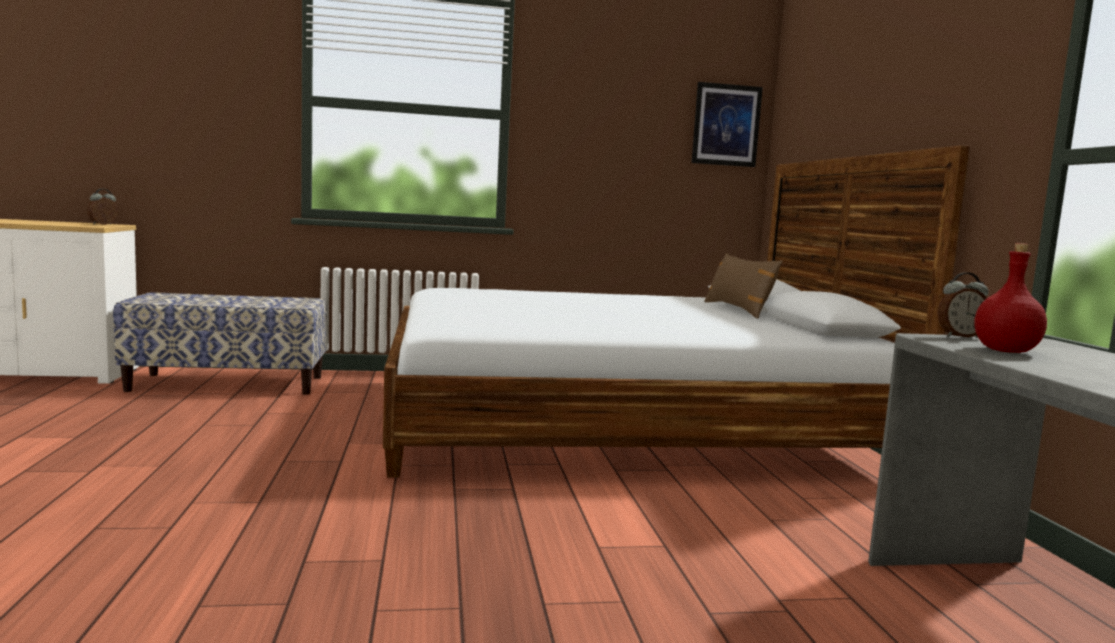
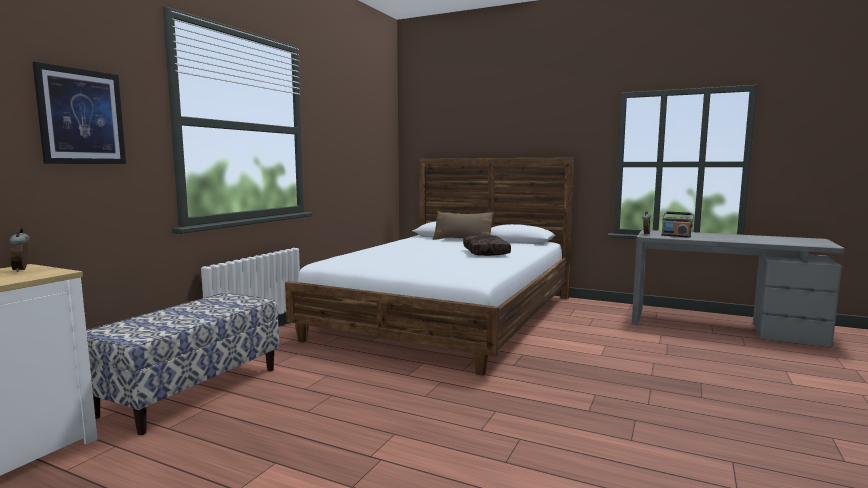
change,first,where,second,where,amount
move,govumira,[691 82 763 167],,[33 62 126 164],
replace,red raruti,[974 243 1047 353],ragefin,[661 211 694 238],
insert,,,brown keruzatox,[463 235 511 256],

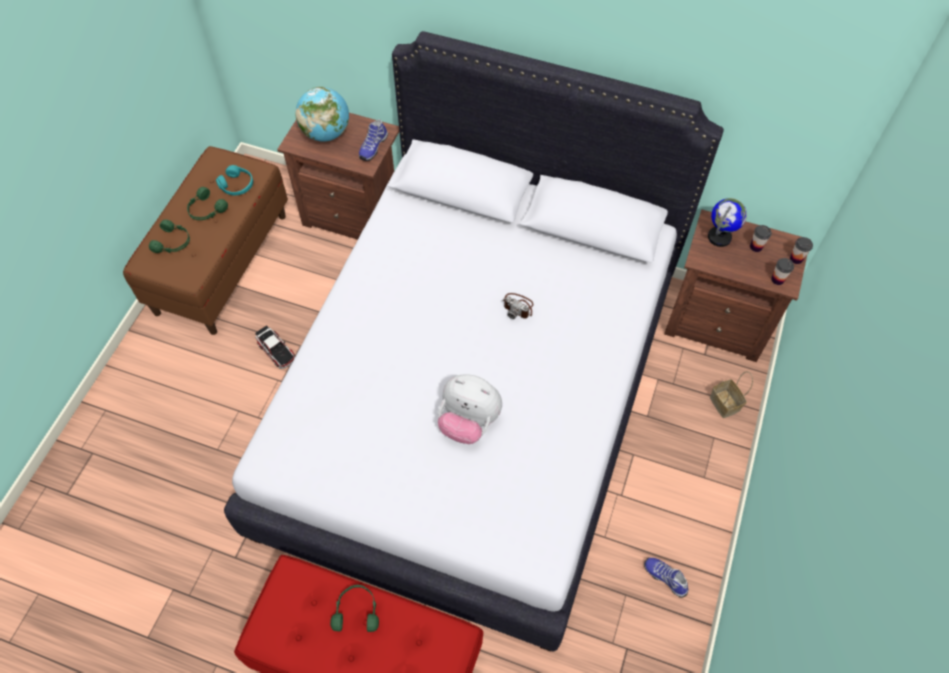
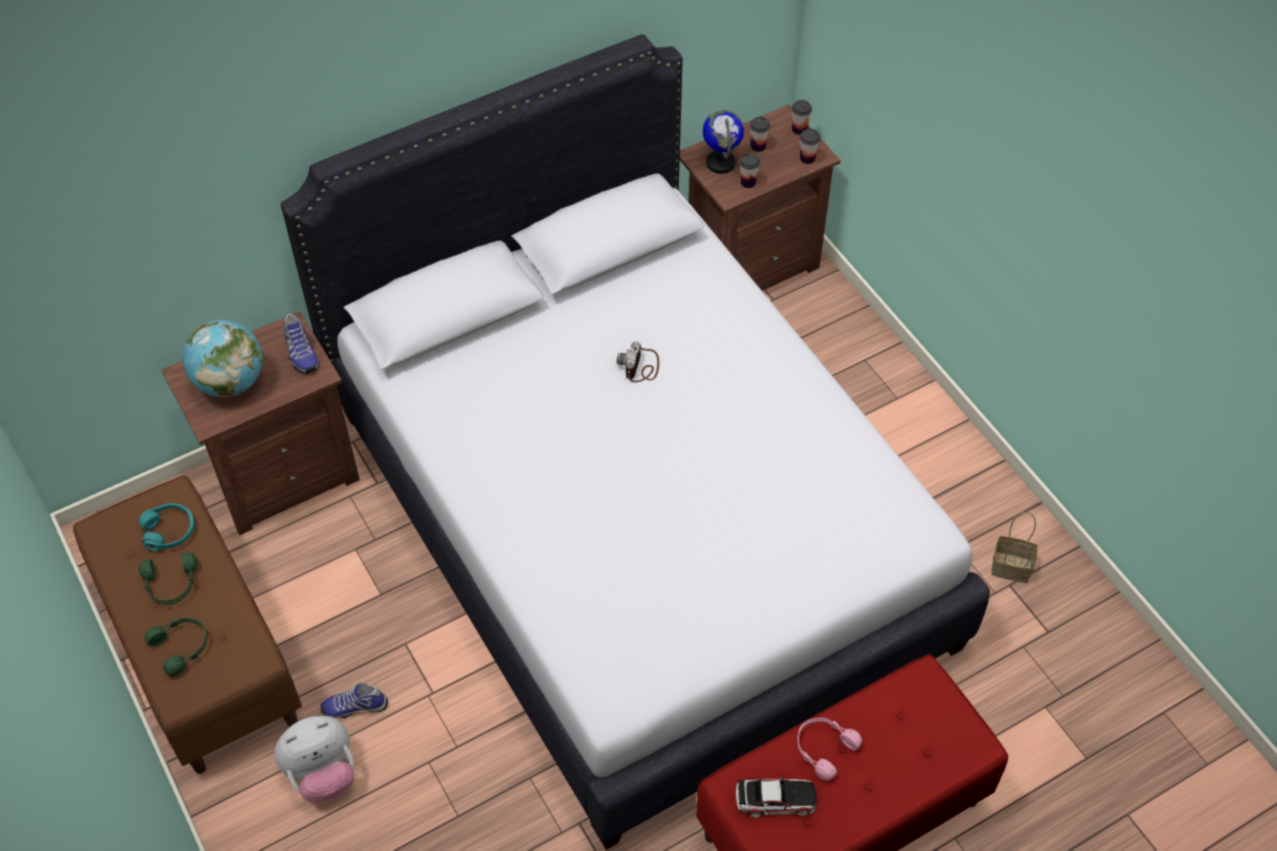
change,first,where,second,where,amount
move,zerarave,[255 325 295 369],,[736 776 818 818],
recolor,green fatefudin,[330 585 379 632],pink fatefudin,[797 718 862 781],
move,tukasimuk,[438 374 502 444],,[274 716 354 803],
rotate,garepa,[502 293 533 319],,[617 342 659 382],120 degrees clockwise
move,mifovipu,[644 558 688 598],,[320 683 388 718],
move,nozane,[710 371 753 418],,[991 512 1038 583],
insert,,,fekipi,[739 153 760 188],

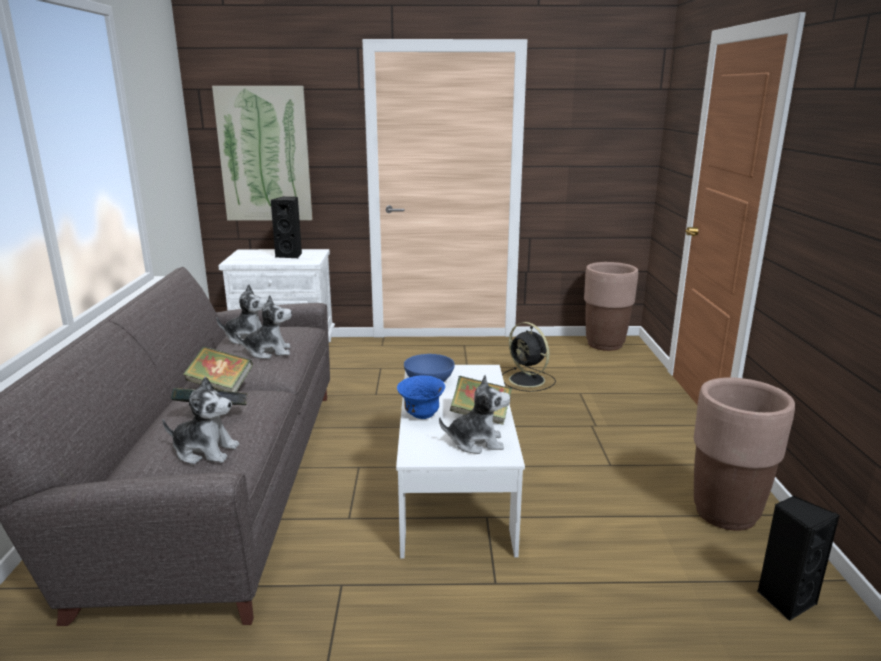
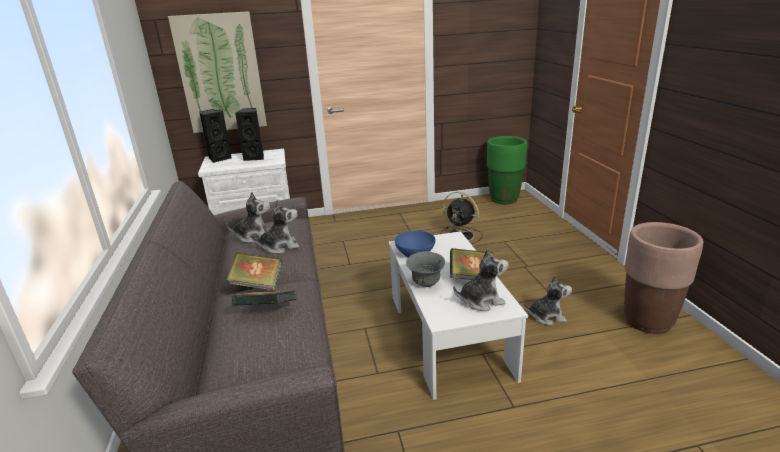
change,first,where,second,where,amount
move,tukasimuk,[162 376 239 464],,[524 275 572 325],
recolor,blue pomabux,[397 375 445 419],grey pomabux,[406 251 445 287],
recolor,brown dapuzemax,[584 262 638 351],green dapuzemax,[487 136 527 204],
move,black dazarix,[757 496 840 621],,[199 109 232 163],

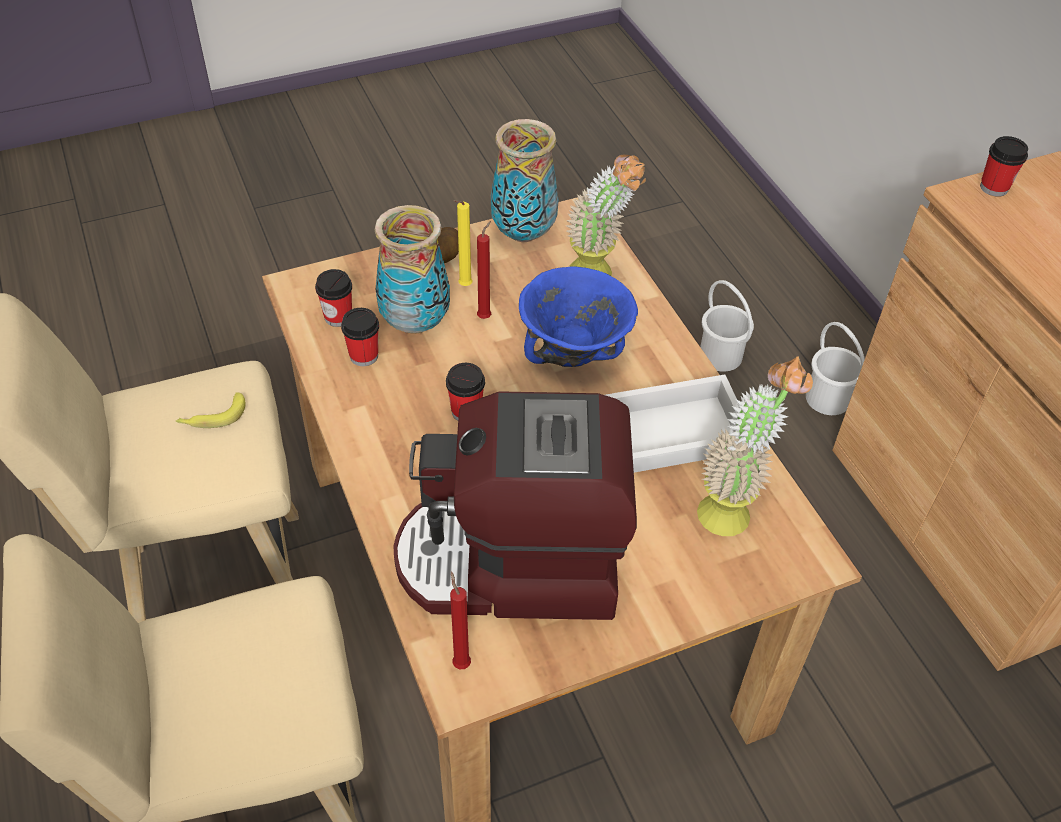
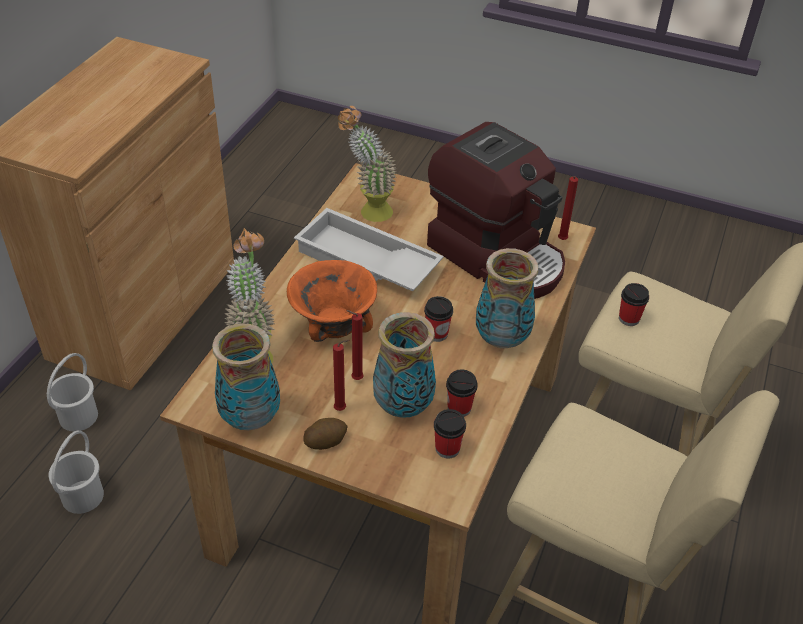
change,first,where,second,where,amount
delete,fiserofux,[175 392 245 428],,,
recolor,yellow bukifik,[453 200 472 286],red bukifik,[333 340 350 411],
recolor,blue pomabux,[519 266 638 367],orange pomabux,[287 260 377 342],
move,fekipi,[980 136 1028 197],,[619 283 649 326],
insert,,,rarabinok,[476 248 539 348],

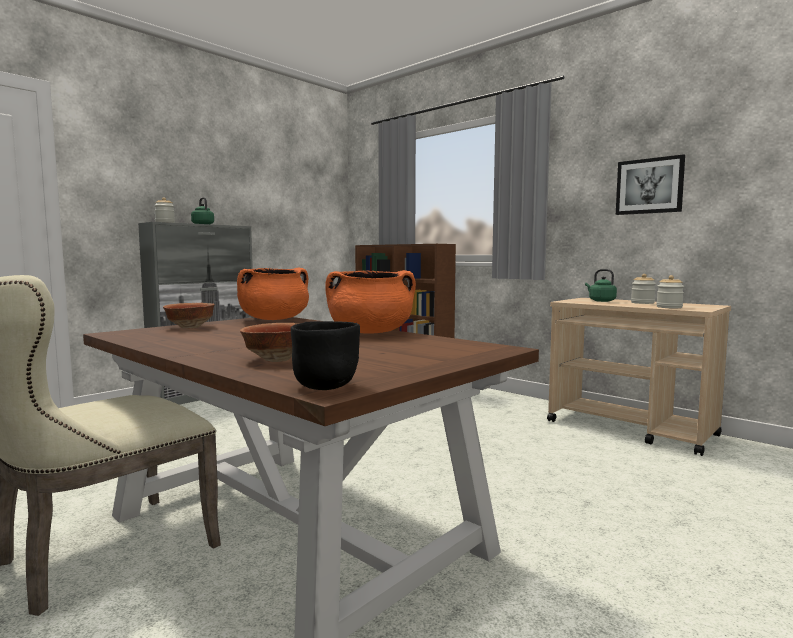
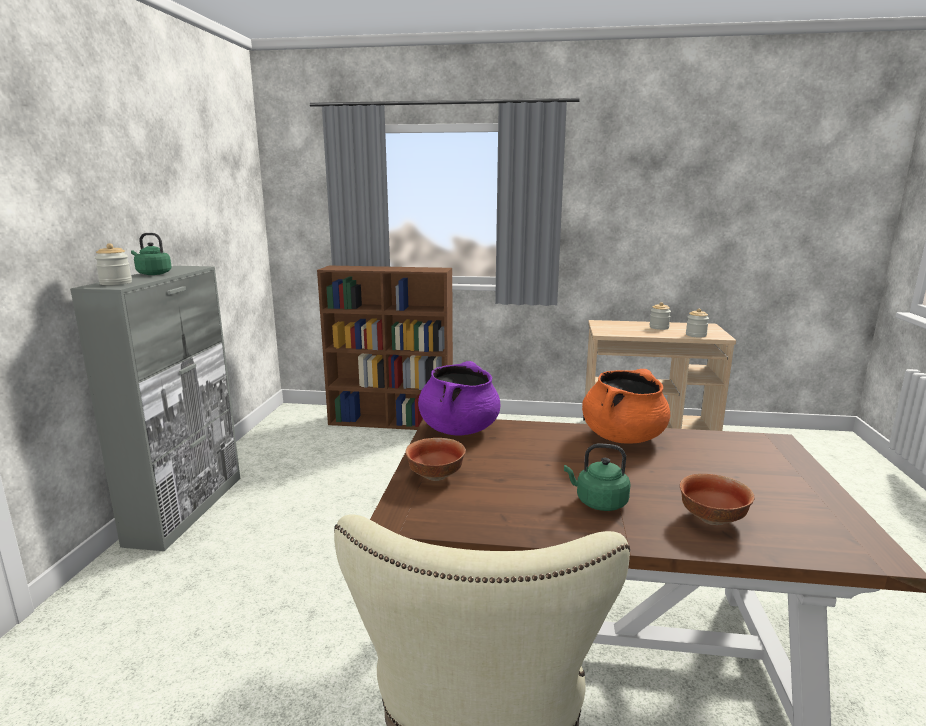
change,first,where,second,where,amount
recolor,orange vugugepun,[237 268 309 320],purple vugugepun,[418 361 500 435],
delete,black pomabux,[291 321 360 390],,,
move,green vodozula,[585 269 617 302],,[564 444 631 511],
delete,govumira,[616 154 685 215],,,

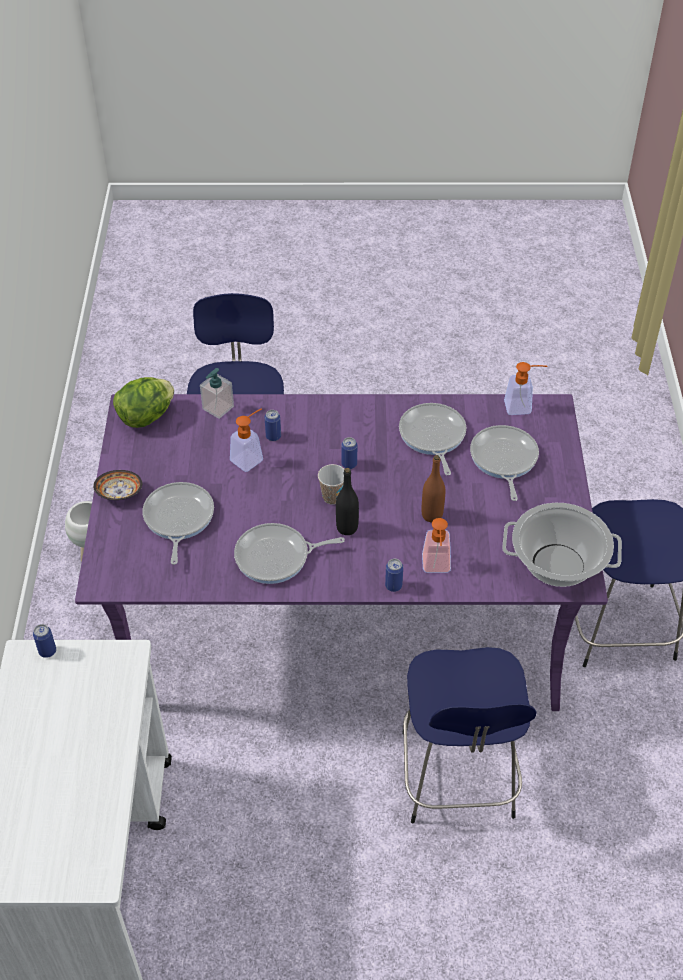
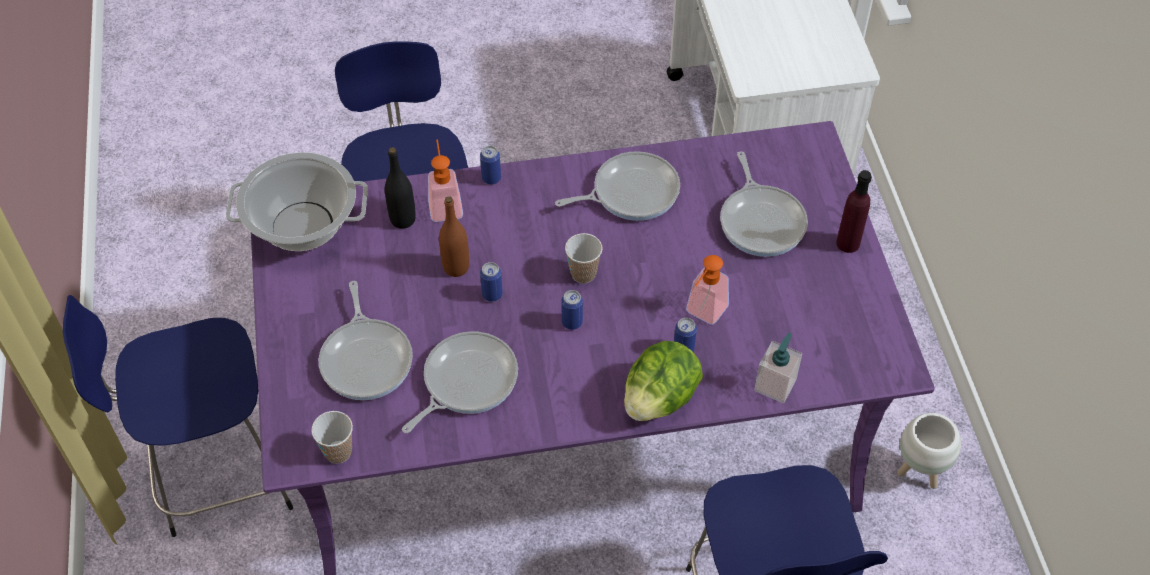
change,first,where,second,where,amount
move,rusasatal,[33 624 56 658],,[480 262 503 302],
replace,pomabux,[93 470 142 500],purple raruti,[836 170 872 253],
move,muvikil,[113 377 174 428],,[624 341 703 421],
move,black raruti,[336 468 359 535],,[385 147 416 229],
rotate,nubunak,[399 403 466 475],,[402 332 518 433],120 degrees counterclockwise
replace,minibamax,[504 362 547 415],fekipi,[311 411 353 464],

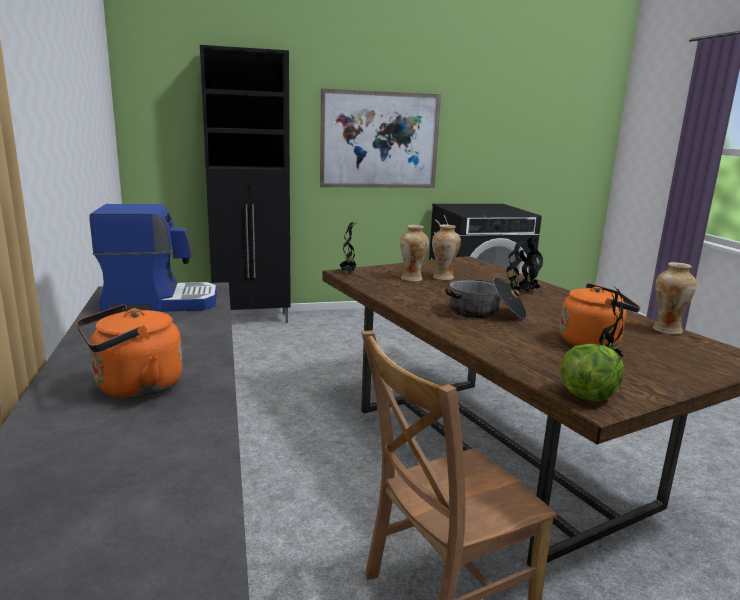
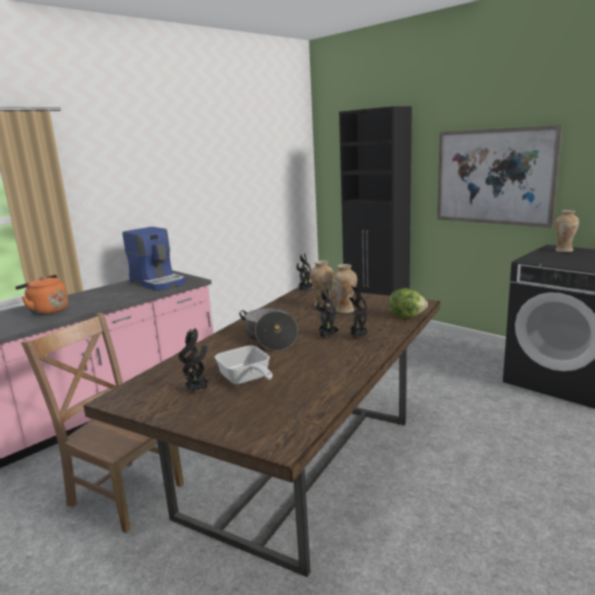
change,first,where,second,where,amount
replace,orange vodozula,[559 283 640 347],nubunak,[215 346 273 385],
move,muvikil,[561 344 624 401],,[389 288 428 319],
move,rarabinok,[653 262 697 334],,[555 210 579 252],

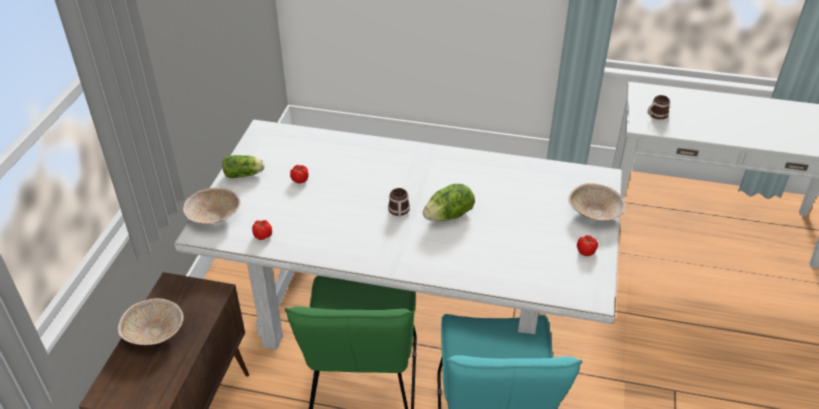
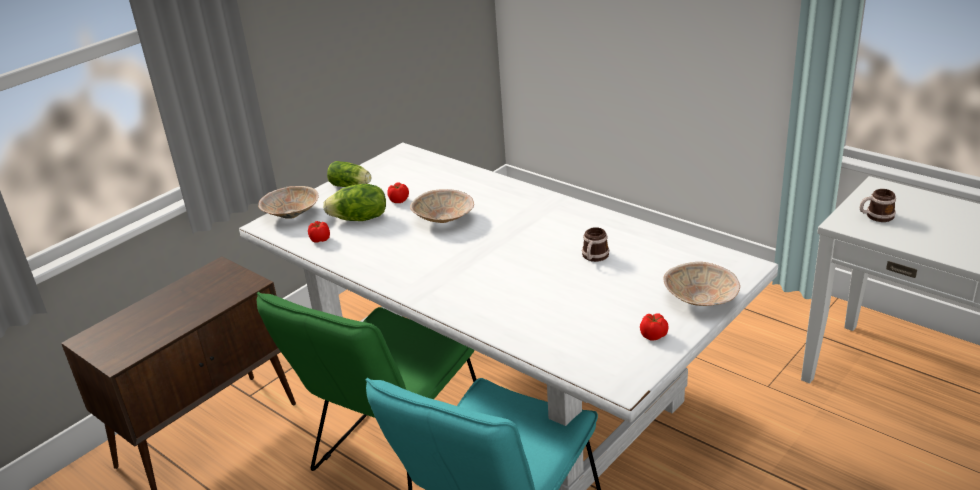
change,first,where,second,where,amount
move,beige pomabux,[118 298 184 345],,[410 189 474 223],
move,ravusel,[388 188 410 216],,[582 227 610 262],
move,muvikil,[423 184 475 221],,[323 184 386 221],

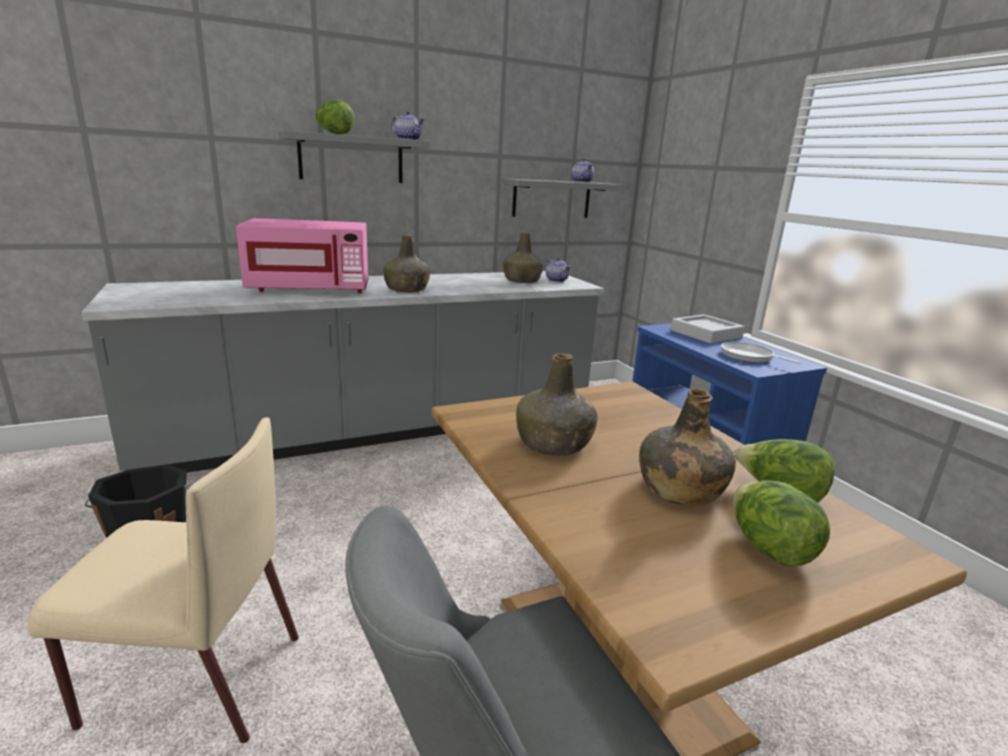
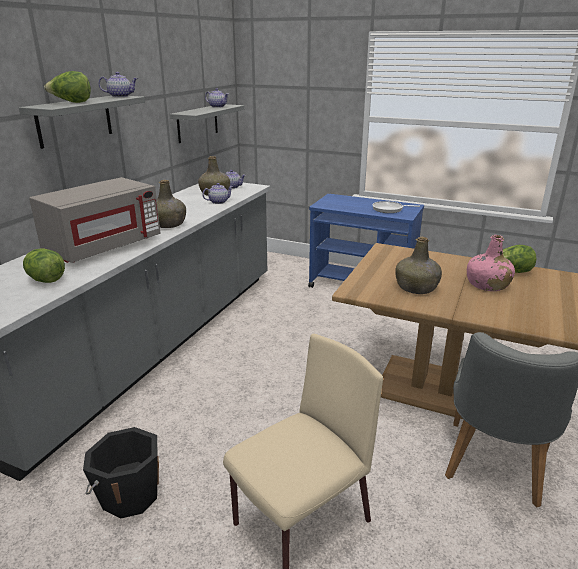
change,first,where,second,where,amount
recolor,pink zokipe,[236 218 368 293],grey zokipe,[29 177 160 263],
recolor,green raruti,[639 388 736 506],pink raruti,[467 235 515 291],
delete,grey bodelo,[671 314 745 343],,,
move,muvikil,[733 480 830 566],,[23 248 65 283],
insert,,,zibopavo,[202 183 234 204],

